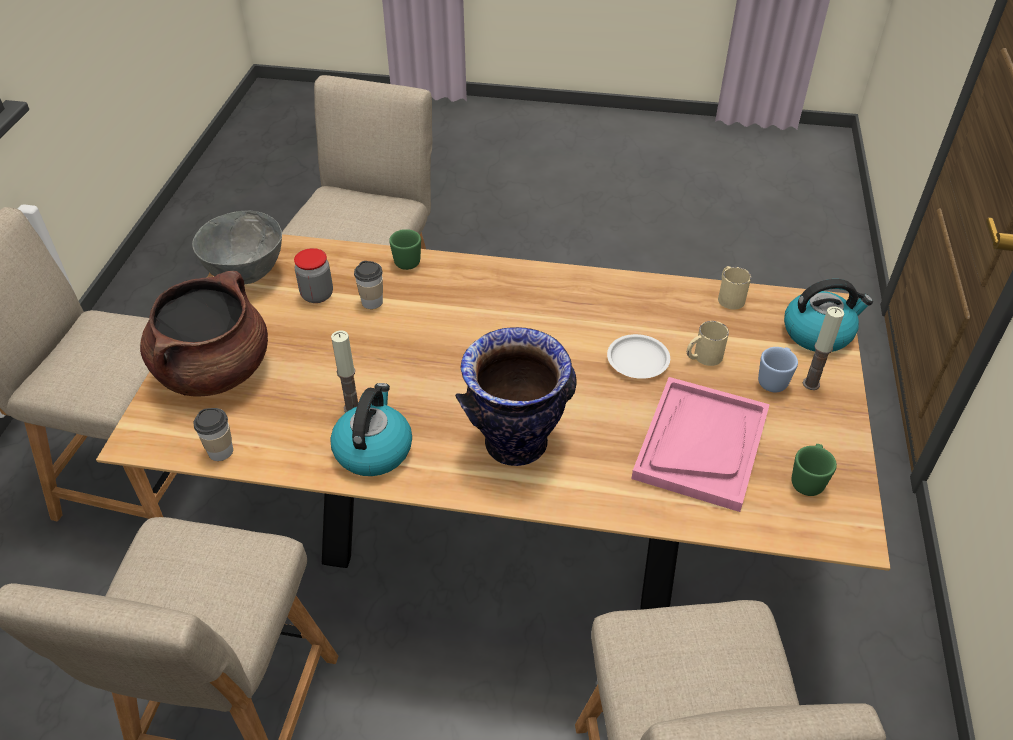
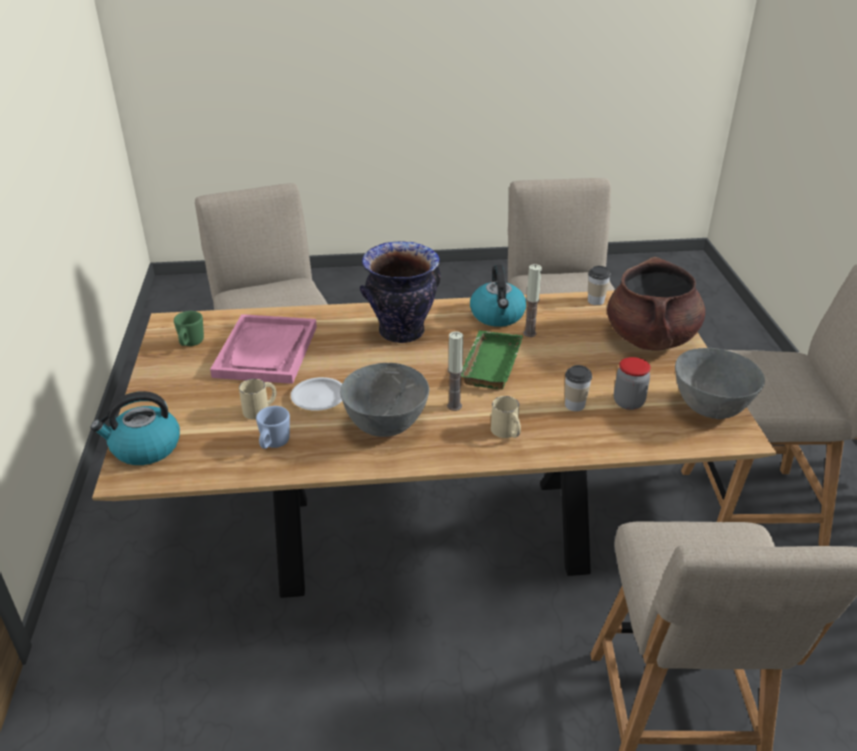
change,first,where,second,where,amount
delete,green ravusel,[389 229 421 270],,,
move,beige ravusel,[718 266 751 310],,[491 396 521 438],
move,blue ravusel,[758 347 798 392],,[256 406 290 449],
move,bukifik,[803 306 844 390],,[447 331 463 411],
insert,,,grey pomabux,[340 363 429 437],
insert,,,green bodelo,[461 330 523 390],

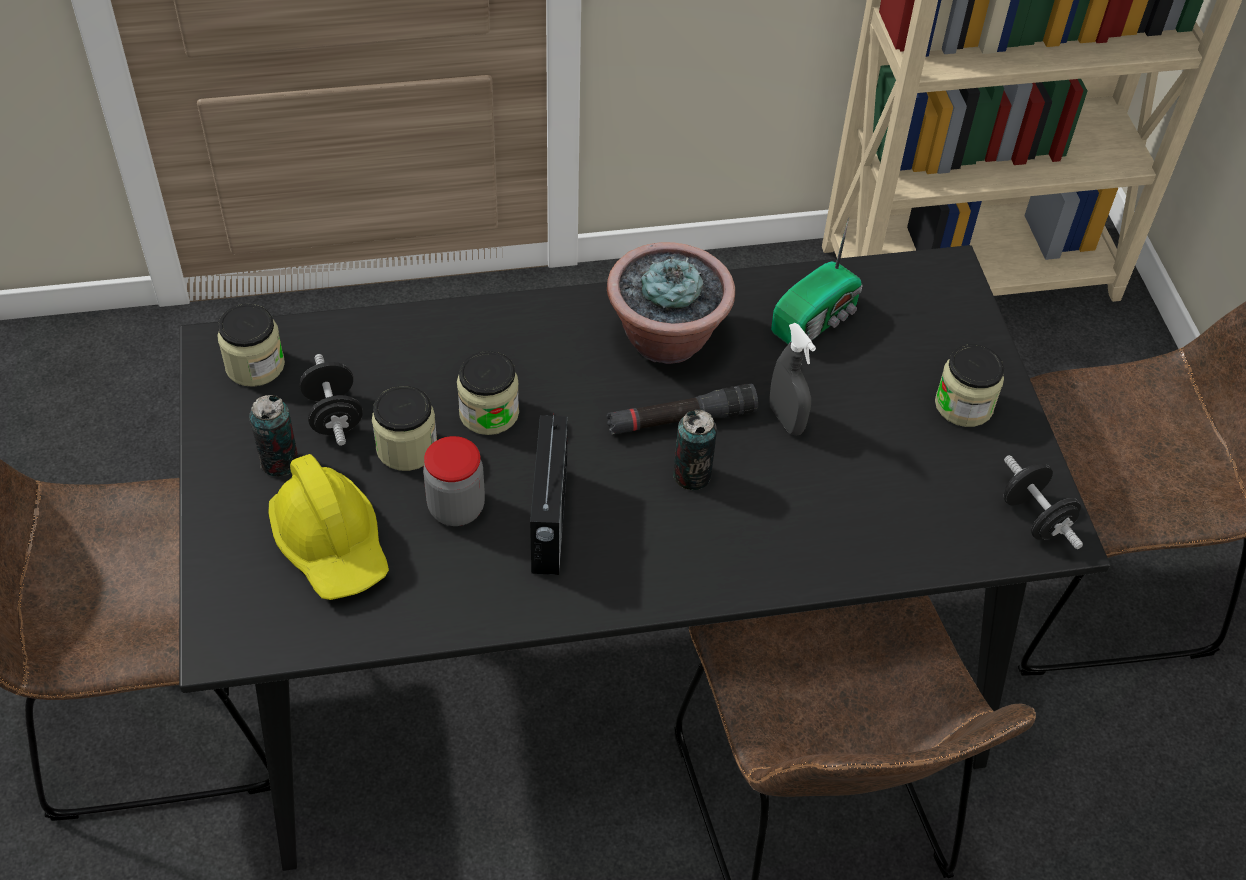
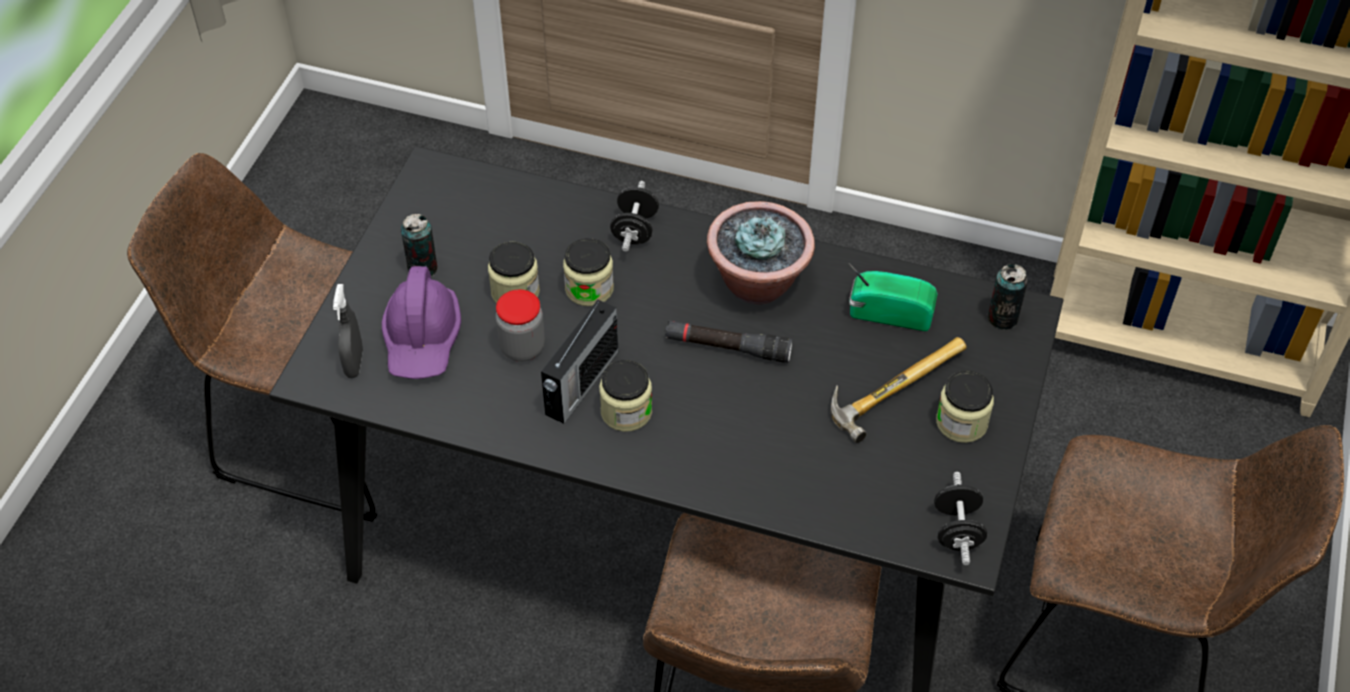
change,first,where,second,where,amount
move,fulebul,[217 304 285 387],,[599 360 652 432],
recolor,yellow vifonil,[268 454 389 600],purple vifonil,[382 266 461 379],
move,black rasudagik,[299 354 363 446],,[610 181 659 252],
move,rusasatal,[673 409 717 490],,[988 264 1028 330],
move,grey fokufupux,[769 323 816 436],,[333 284 363 378],
rotate,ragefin,[771 217 863 344],,[849 263 938 331],150 degrees counterclockwise
insert,,,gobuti,[831 337 967 443],

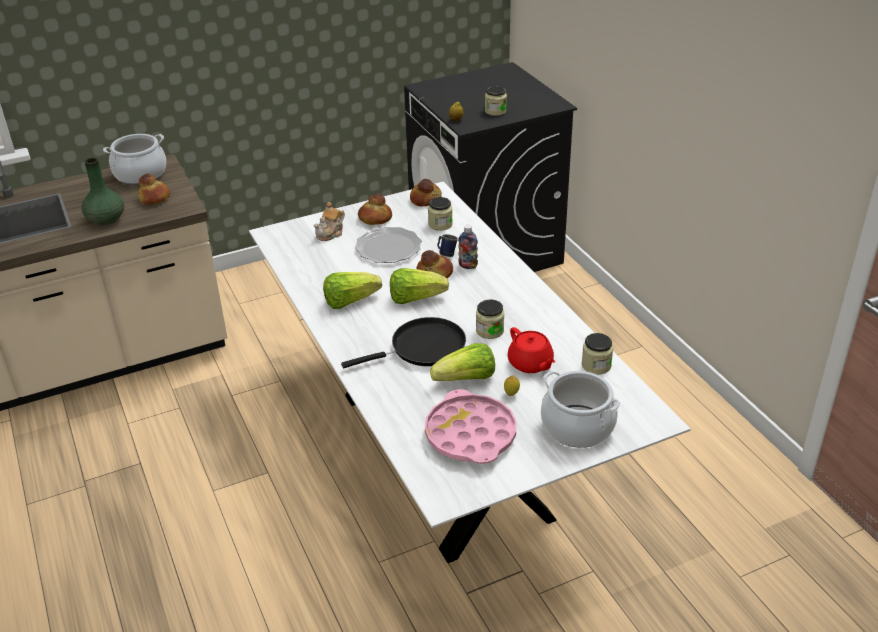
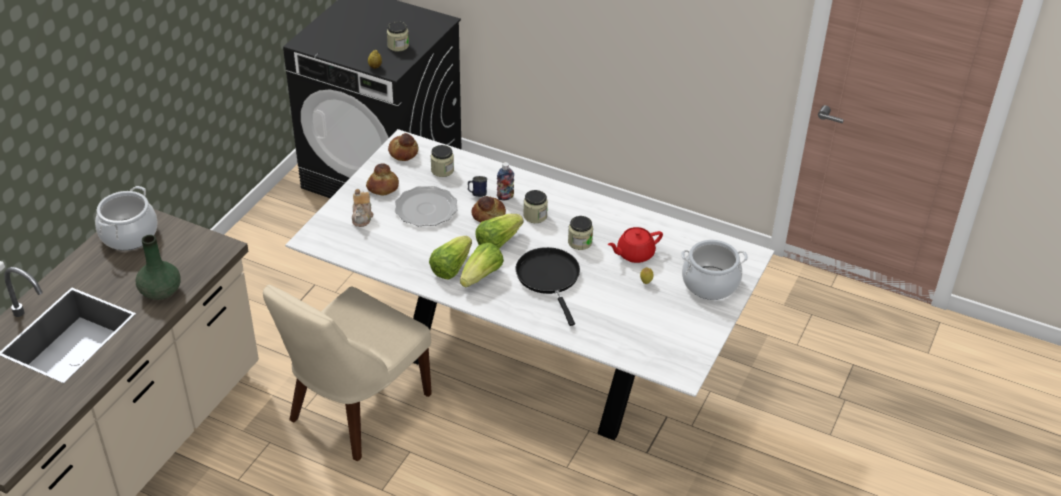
change,first,where,second,where,amount
delete,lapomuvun,[138 174 170 205],,,
rotate,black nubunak,[341 317 466 368],,[516 247 580 326],45 degrees counterclockwise
delete,pink bodelo,[425 389 517 464],,,
move,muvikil,[430 343 495 381],,[460 243 504 287],
rotate,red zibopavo,[507 327 555 373],,[608 227 663 263],135 degrees clockwise
move,fulebul,[581 333 613 375],,[523 190 548 223],
insert,,,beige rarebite,[263 285 432 462],

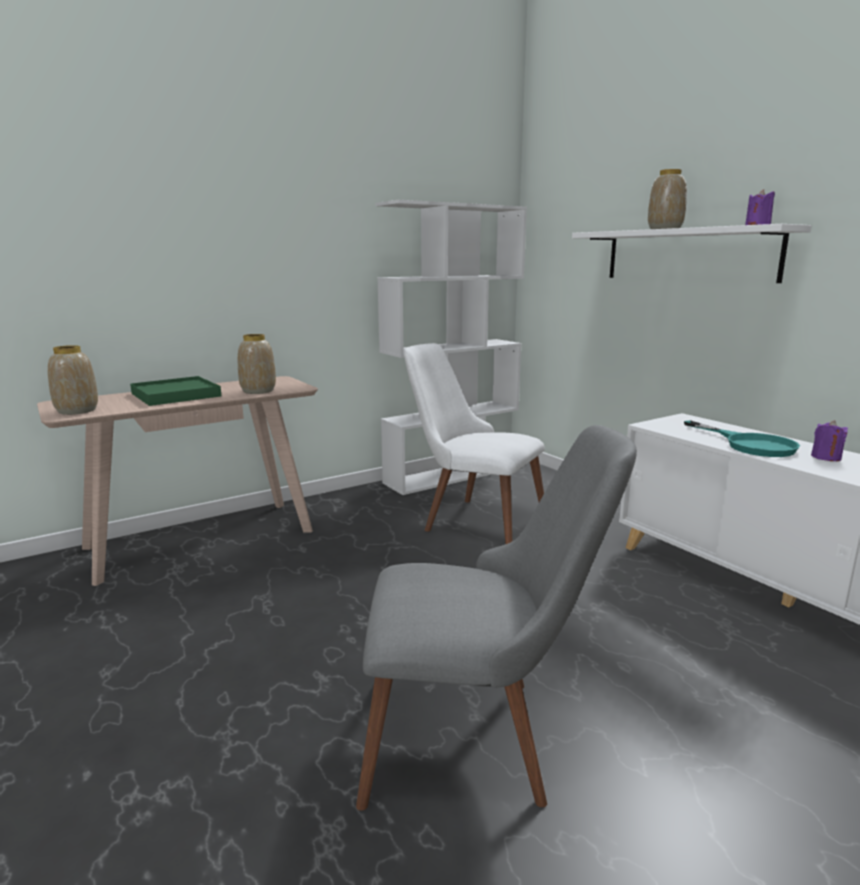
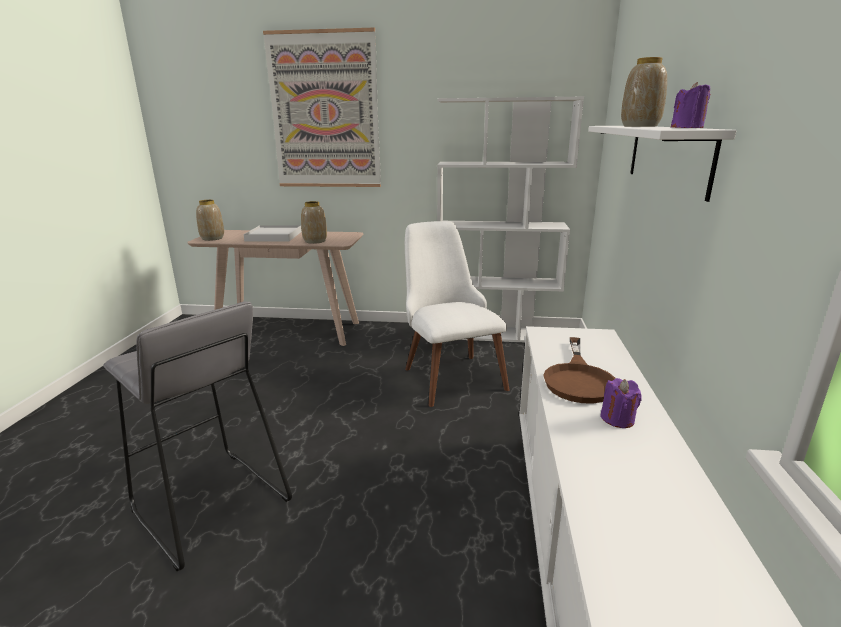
change,first,where,second,where,amount
recolor,green bodelo,[130 376 221 406],white bodelo,[244 225 301 242],
replace,grey rarebite,[356 425 637 810],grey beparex,[103 302 292 571],
recolor,turquoise nubunak,[684 420 800 457],brown nubunak,[543 337 616 404],
insert,,,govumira,[263 28 381 187],

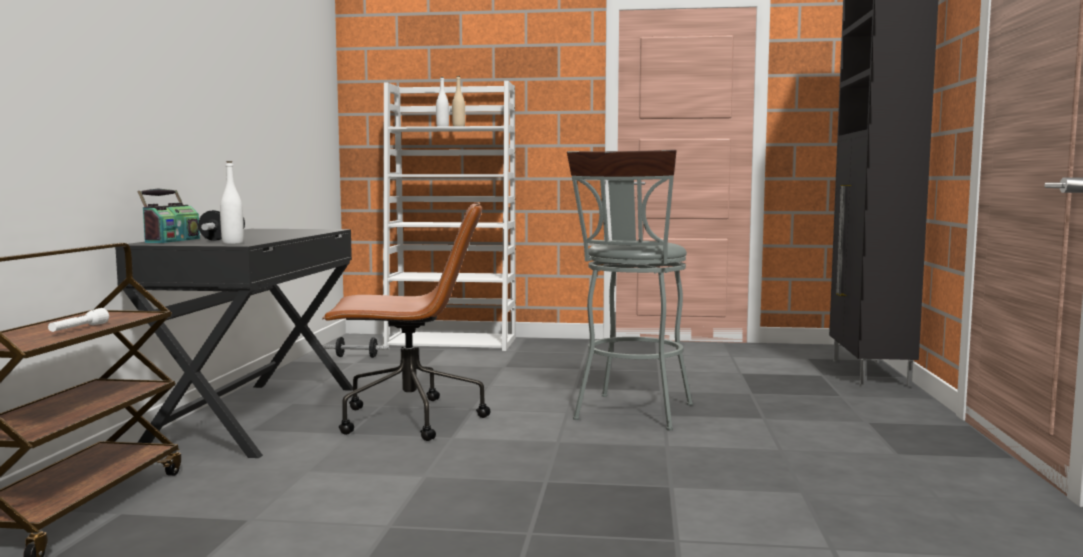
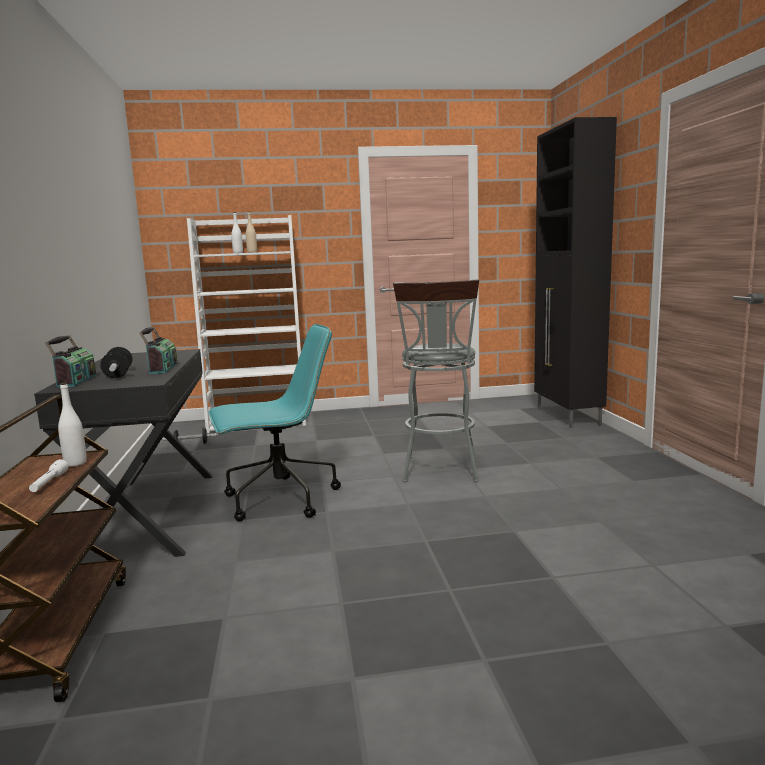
change,first,where,second,where,amount
move,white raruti,[220 161 244 244],,[58 382 87 467],
recolor,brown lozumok,[322 202 490 441],turquoise lozumok,[208 324 341 521],
insert,,,ragefin,[140 327 177 374],

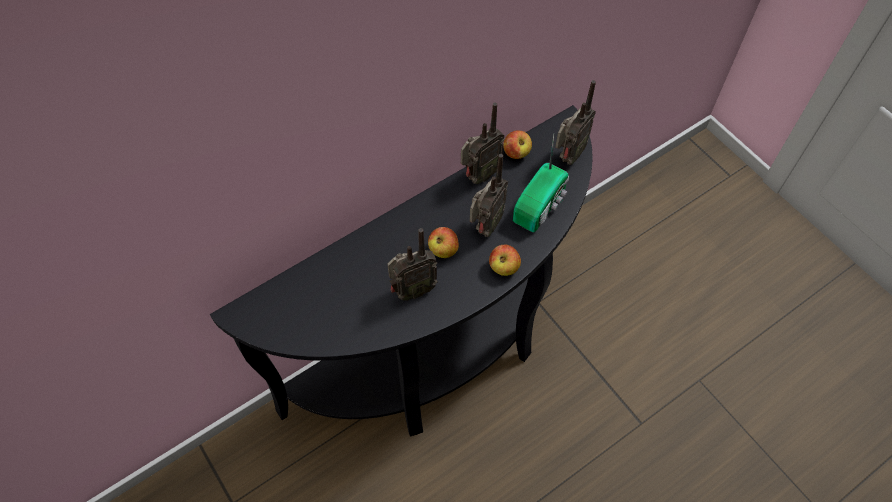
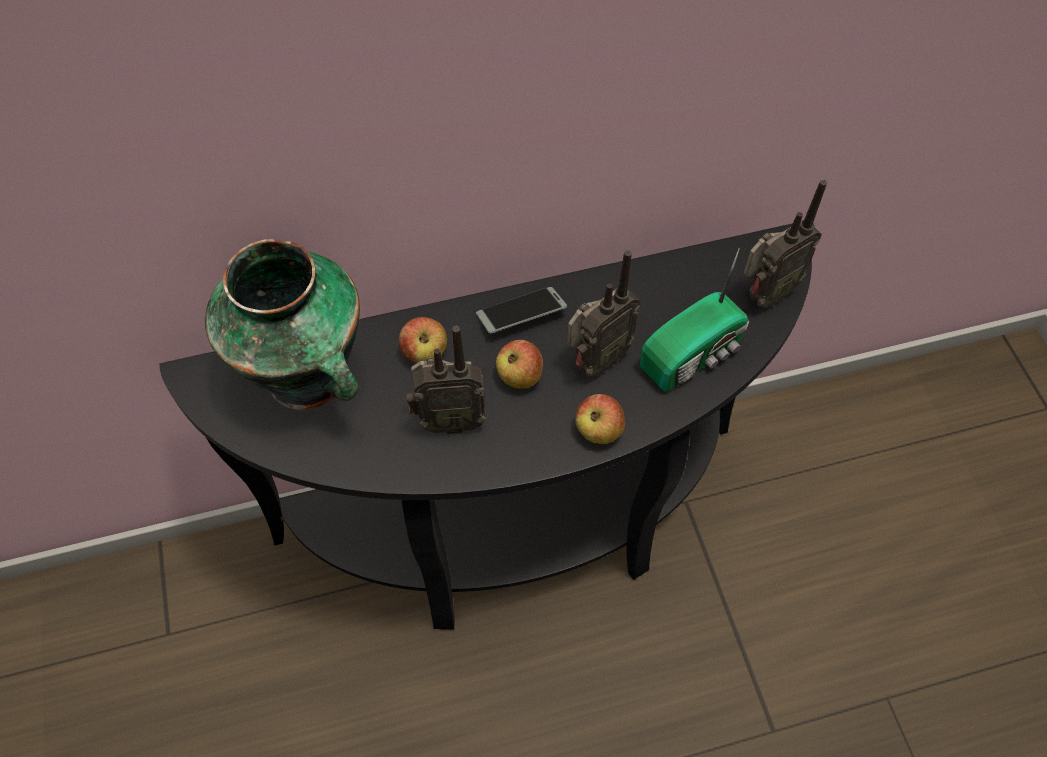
change,first,where,second,where,amount
delete,ragefin,[461 103 504 184],,,
move,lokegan,[503 130 532 159],,[399 317 447 363],
insert,,,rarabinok,[205 239 360 410],
insert,,,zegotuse,[476 287 567 334],

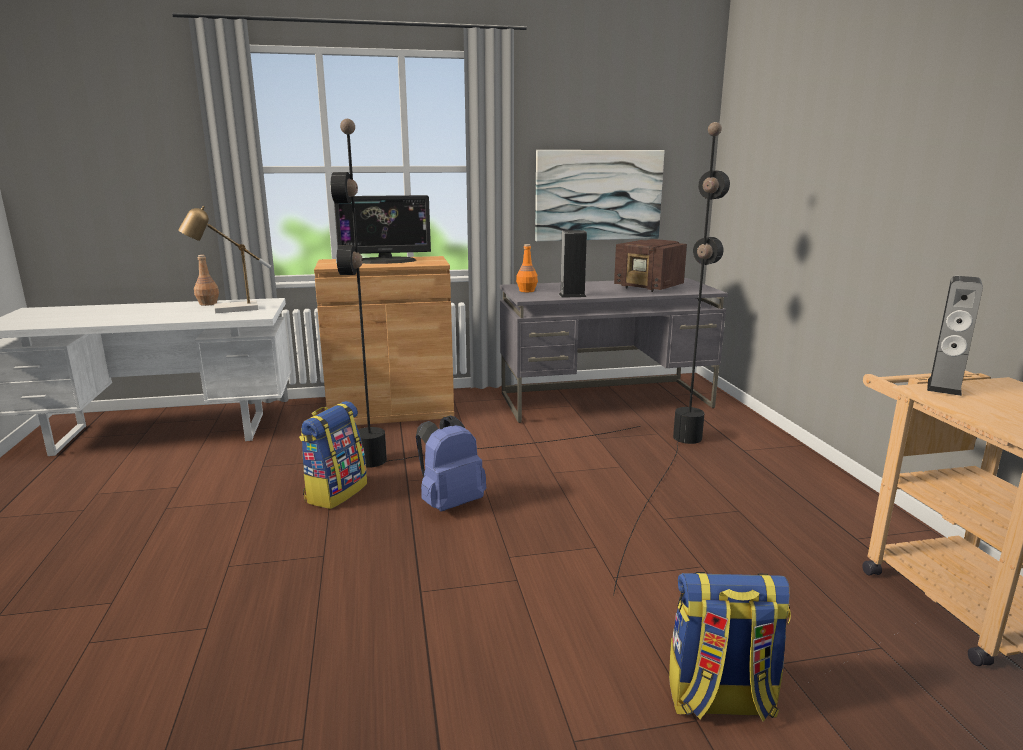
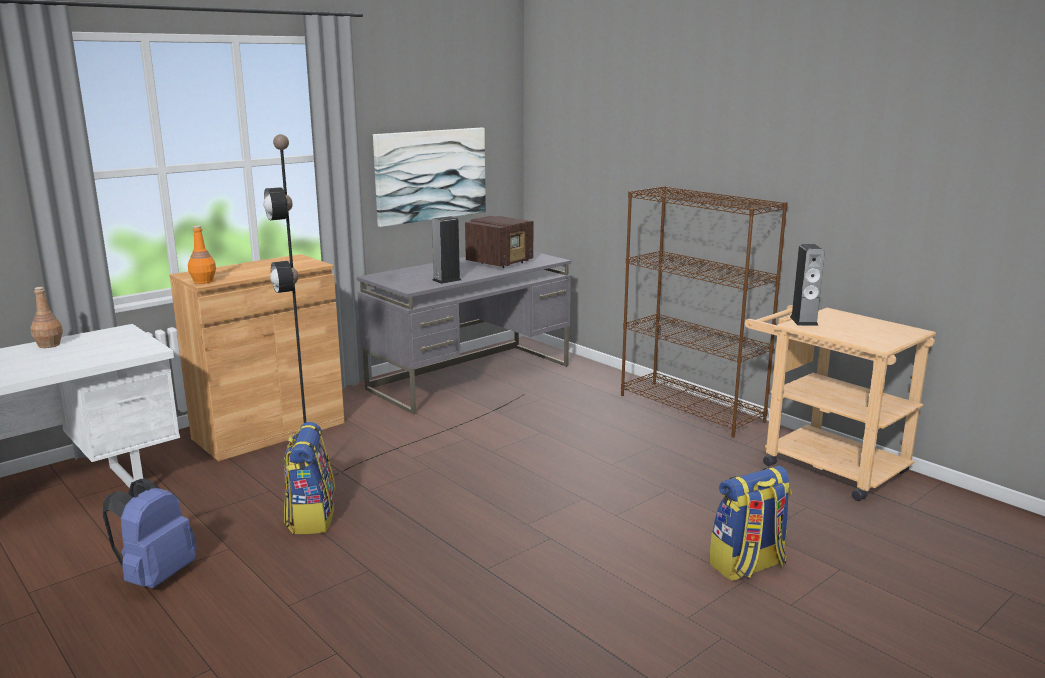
change,first,where,second,where,amount
delete,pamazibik,[178 206 271 313],,,
delete,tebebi,[334 195 431 264],,,
move,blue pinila,[416 415 486 512],,[103 479 197 589],
move,orange raruti,[516 244 538 292],,[188 225 216 284],
delete,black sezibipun,[613 122 730 596],,,
rotate,ragefin,[614 239 687 292],,[465 216 533 268],60 degrees counterclockwise
insert,,,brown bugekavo,[621 186 788 438],

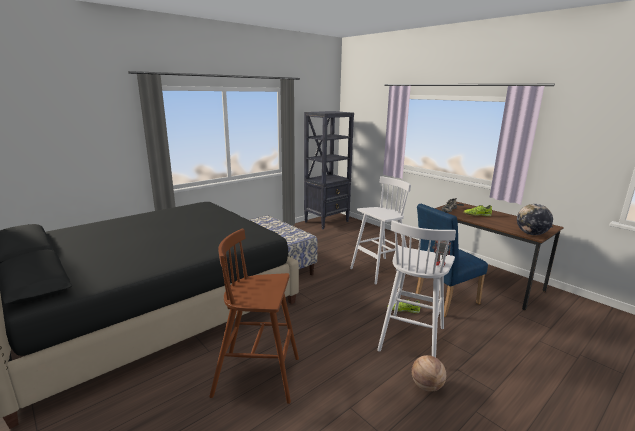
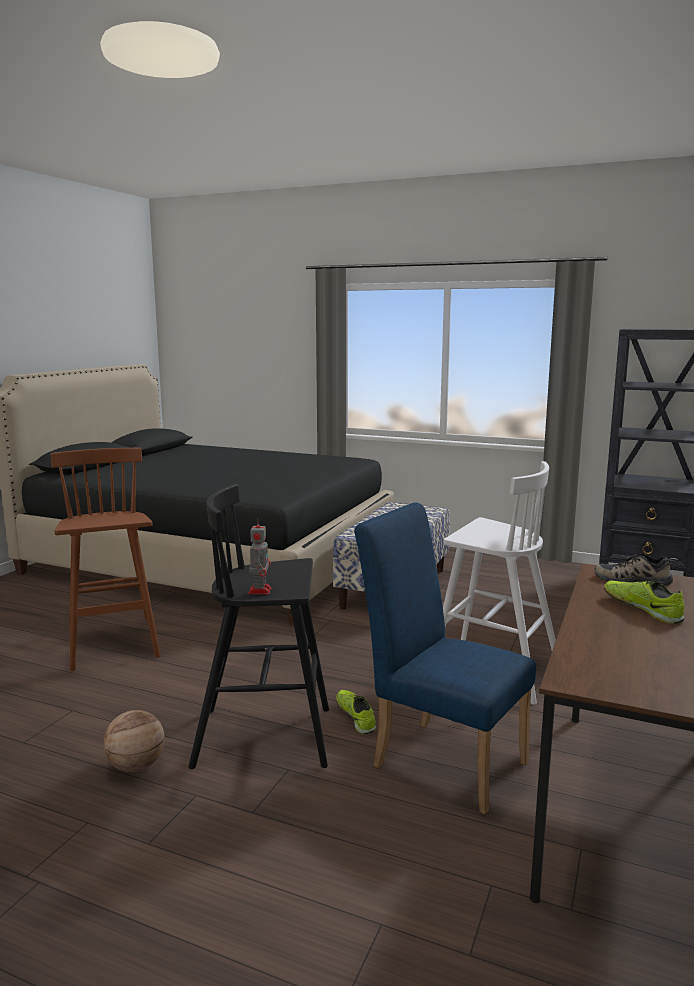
change,first,where,second,where,amount
recolor,white beparex,[377 220 456 357],black beparex,[188 484 329 769],
delete,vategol,[517 204 553 235],,,

